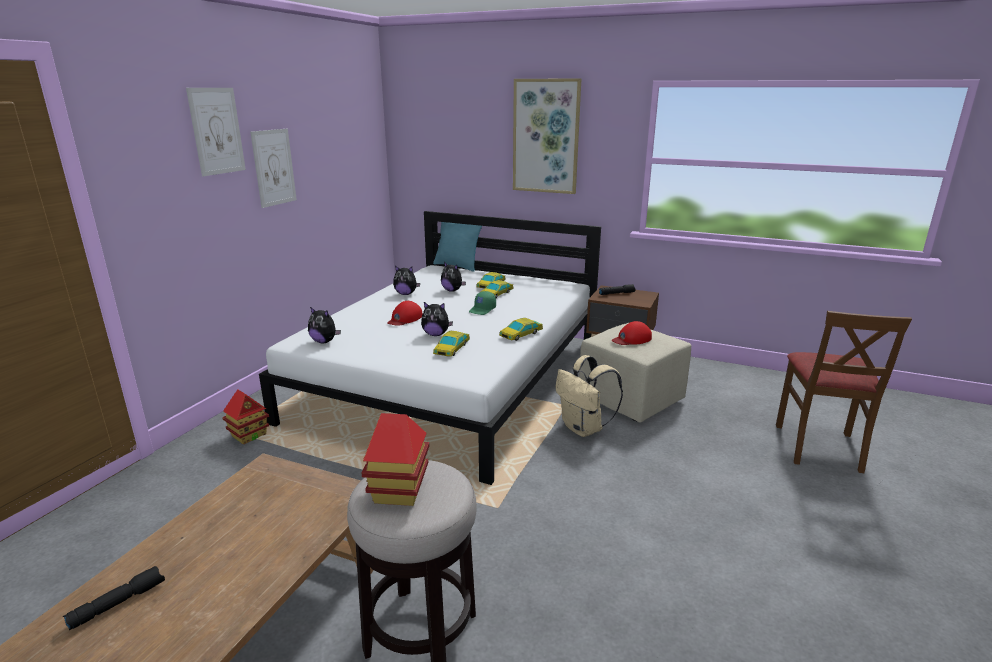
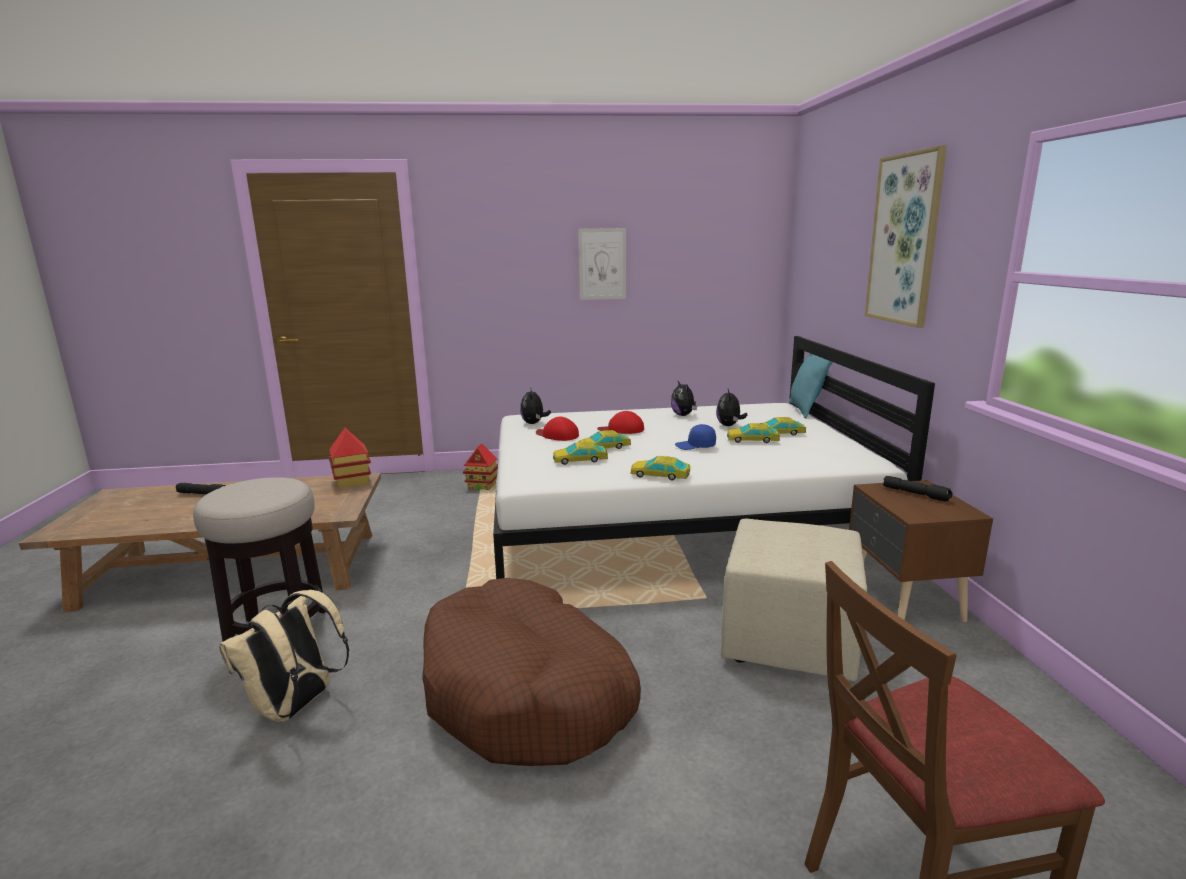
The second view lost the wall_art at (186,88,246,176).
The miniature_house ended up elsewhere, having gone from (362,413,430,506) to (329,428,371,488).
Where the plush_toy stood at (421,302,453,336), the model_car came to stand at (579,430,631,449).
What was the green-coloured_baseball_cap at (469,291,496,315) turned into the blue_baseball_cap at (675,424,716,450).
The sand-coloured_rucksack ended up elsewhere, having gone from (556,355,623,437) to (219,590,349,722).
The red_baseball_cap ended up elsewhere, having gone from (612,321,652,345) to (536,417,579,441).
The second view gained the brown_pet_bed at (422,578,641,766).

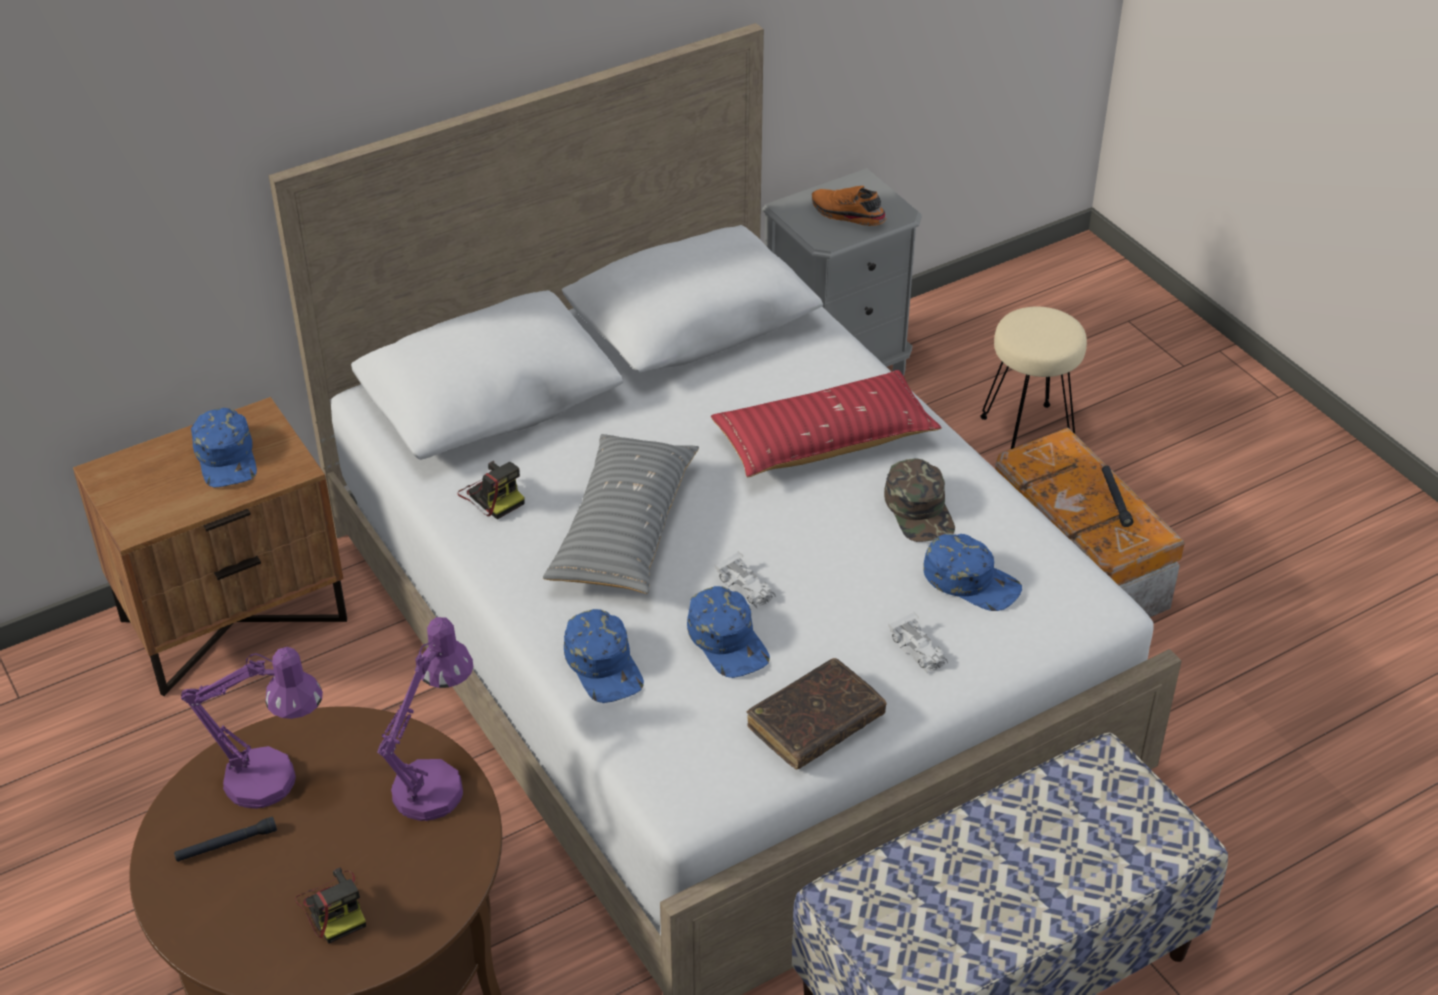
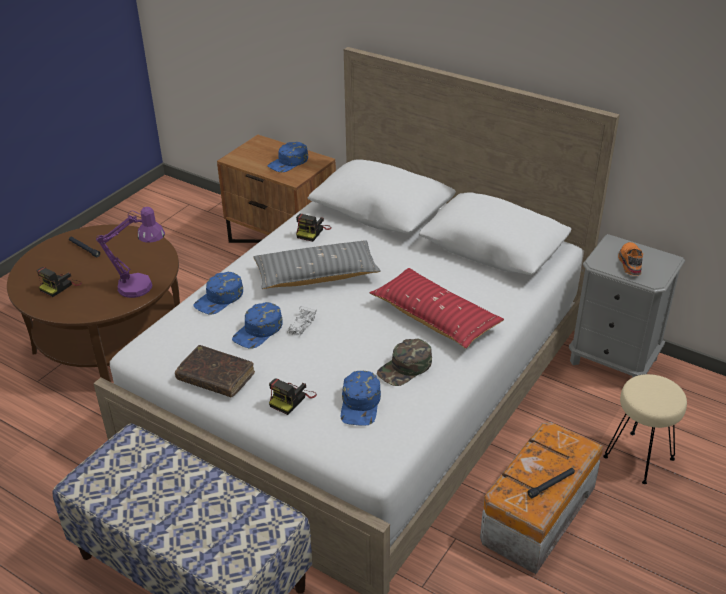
The second view lost the purple_table_lamp at (181,647,323,809).
Where the white-coloured_model_car stood at (888,612,948,673), the photo_camera came to stand at (269,378,317,415).

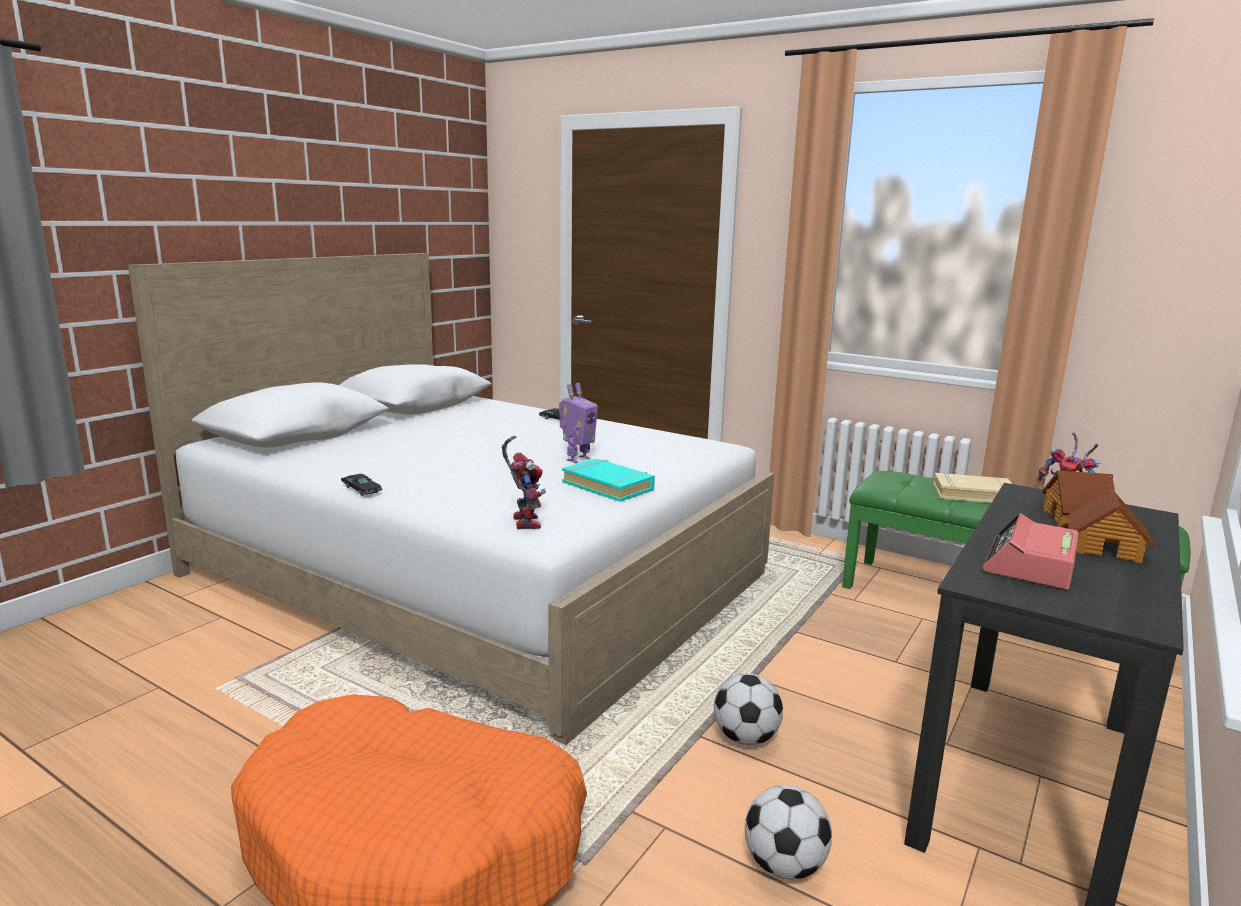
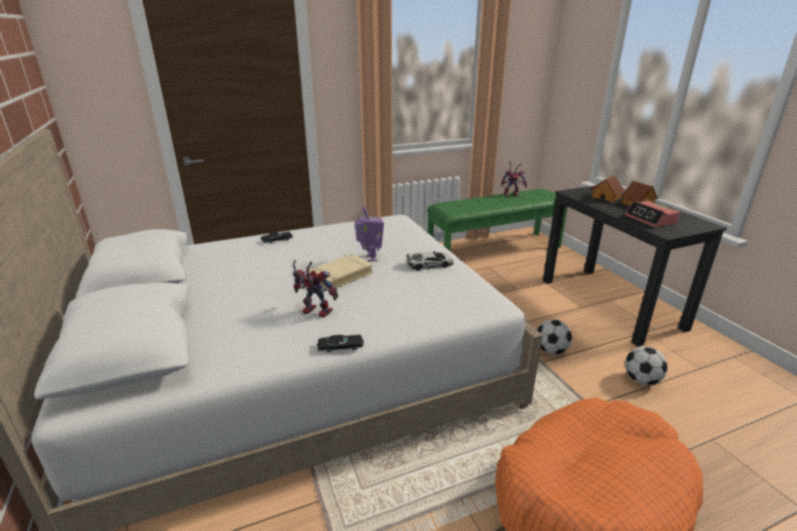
The toy_robot ended up elsewhere, having gone from (502,435,546,529) to (292,260,338,318).
Where the turquoise-coloured_bound_book stood at (562,458,655,502), the model_car came to stand at (406,251,454,270).
The sand-coloured_bound_book ended up elsewhere, having gone from (933,472,1012,503) to (308,254,373,290).

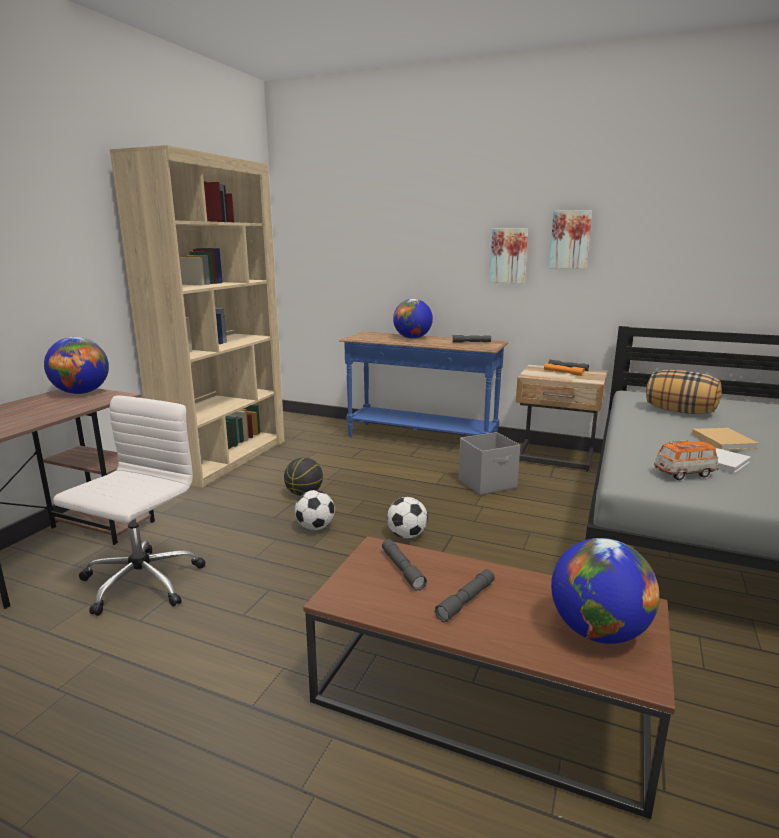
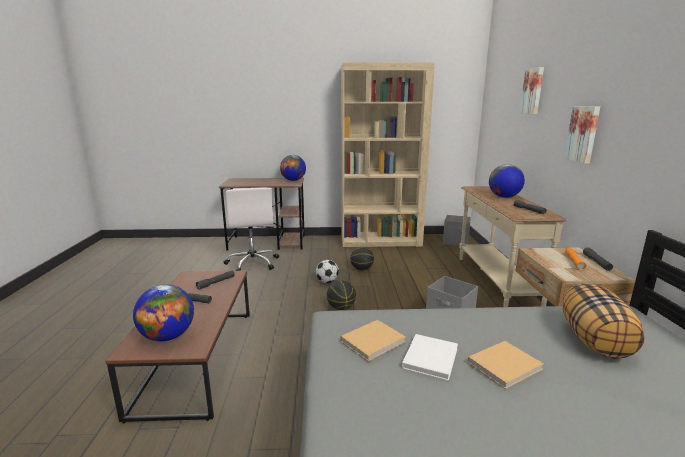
The white-coloured_office_chair at (53,396,205,616) ended up facing another way, 75 degrees clockwise from before.
What was the blue_narrow_table at (339,332,508,437) turned into the sand-coloured_narrow_table at (459,186,566,307).
Where the ball_for_football stood at (387,497,428,538), the ball_for_basketball came to stand at (327,280,356,310).
The wall_art ended up elsewhere, having gone from (549,210,592,269) to (520,67,544,114).
Where the model_car stood at (654,440,719,480), the sand-coloured_bound_book came to stand at (341,320,406,362).
The second view gained the grey_storage_bin at (443,215,471,246).

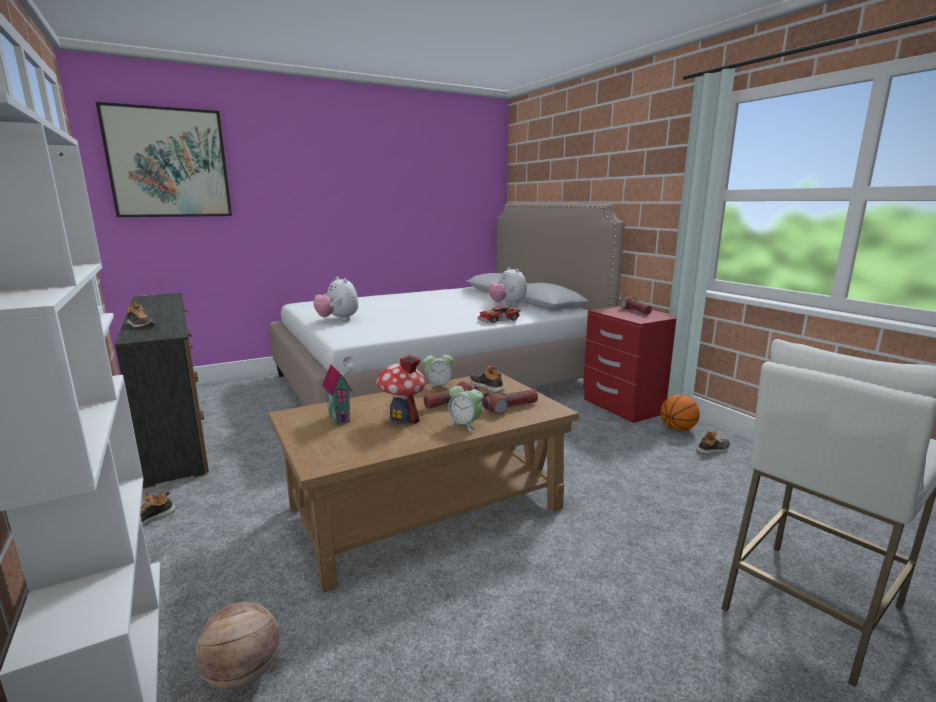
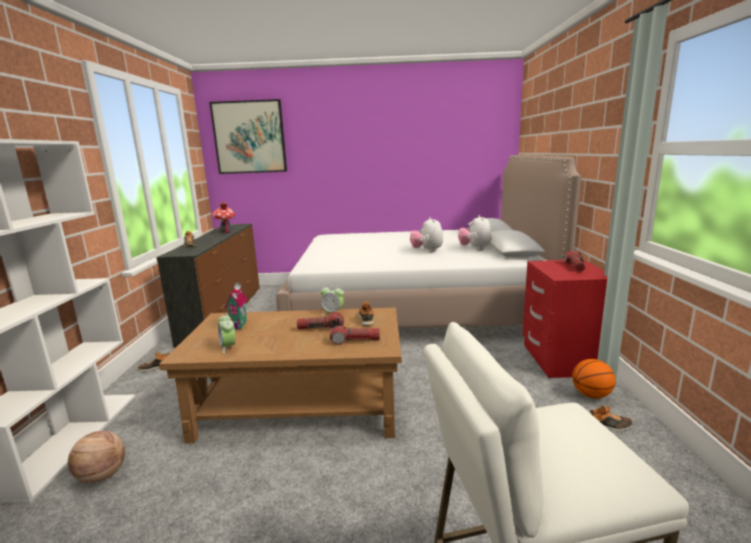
The plush_toy ended up elsewhere, having gone from (314,277,359,321) to (410,217,443,252).
The miniature_house ended up elsewhere, having gone from (376,355,426,424) to (212,203,235,233).
The bedside_clock ended up elsewhere, having gone from (448,381,483,432) to (218,313,235,354).
The second view lost the model_car at (478,306,521,323).

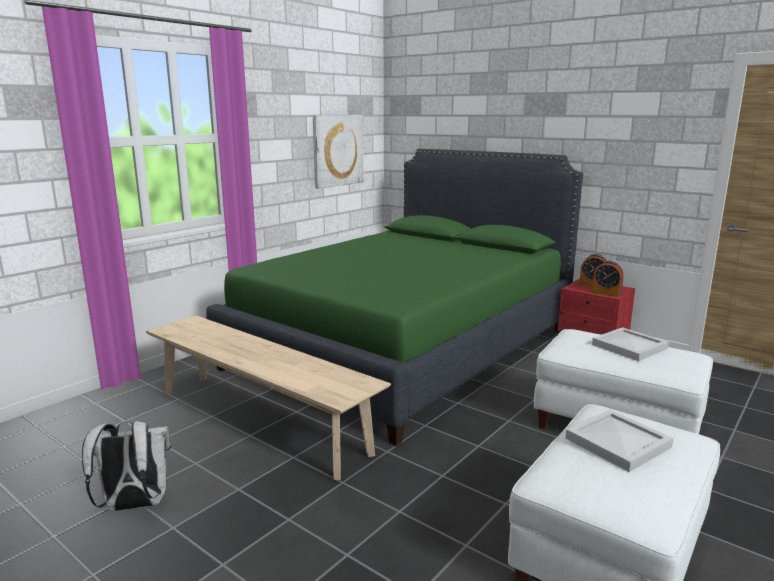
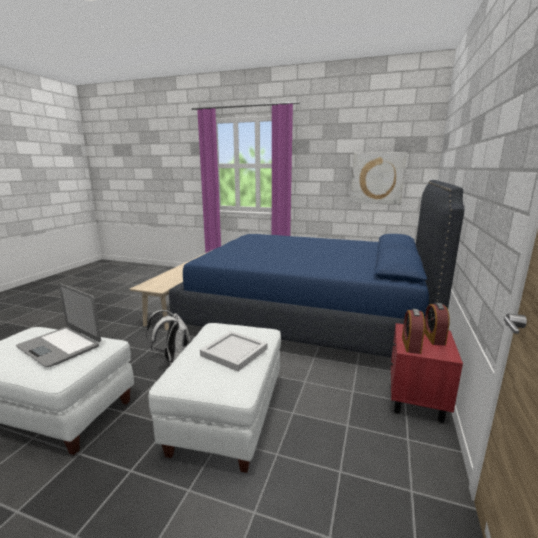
The white-coloured_rucksack ended up elsewhere, having gone from (82,421,171,511) to (146,310,190,365).
What was the green-coloured_sleeping_bed at (206,149,583,446) turned into the blue_sleeping_bed at (169,180,465,358).
Where the white-coloured_tray stood at (566,409,674,472), the portable_computer came to stand at (16,284,101,367).

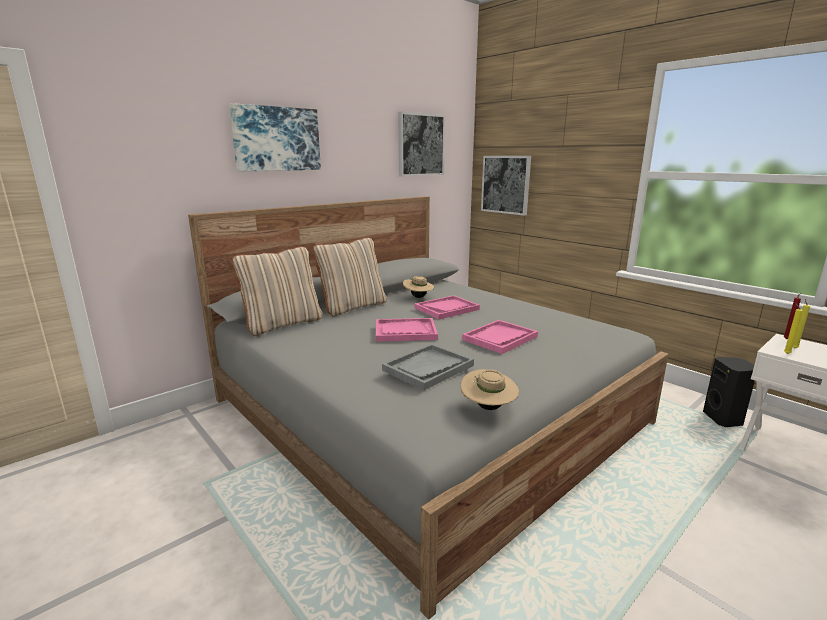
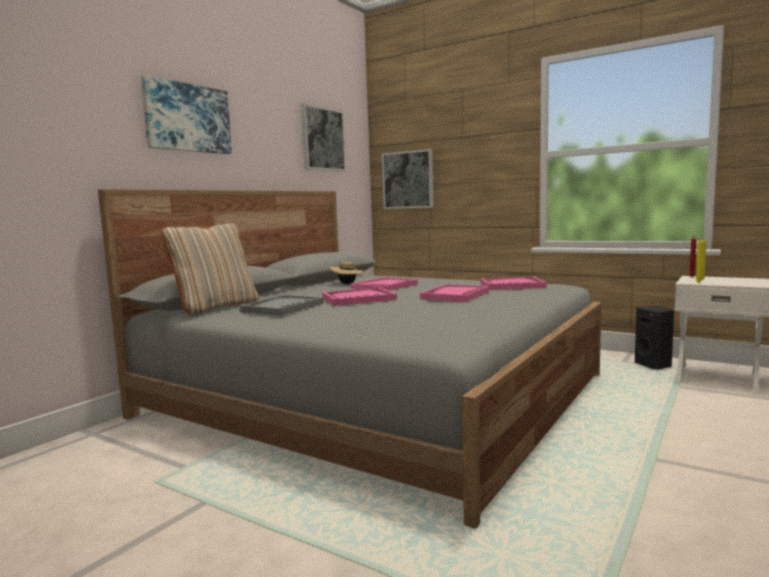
The second view lost the sand-coloured_cushion at (313,237,387,317).
The grey_tray ended up elsewhere, having gone from (382,344,474,390) to (239,295,324,316).
The second view lost the sand-coloured_clothing_hat at (460,369,519,410).
The second view gained the pink_tray at (481,277,547,290).

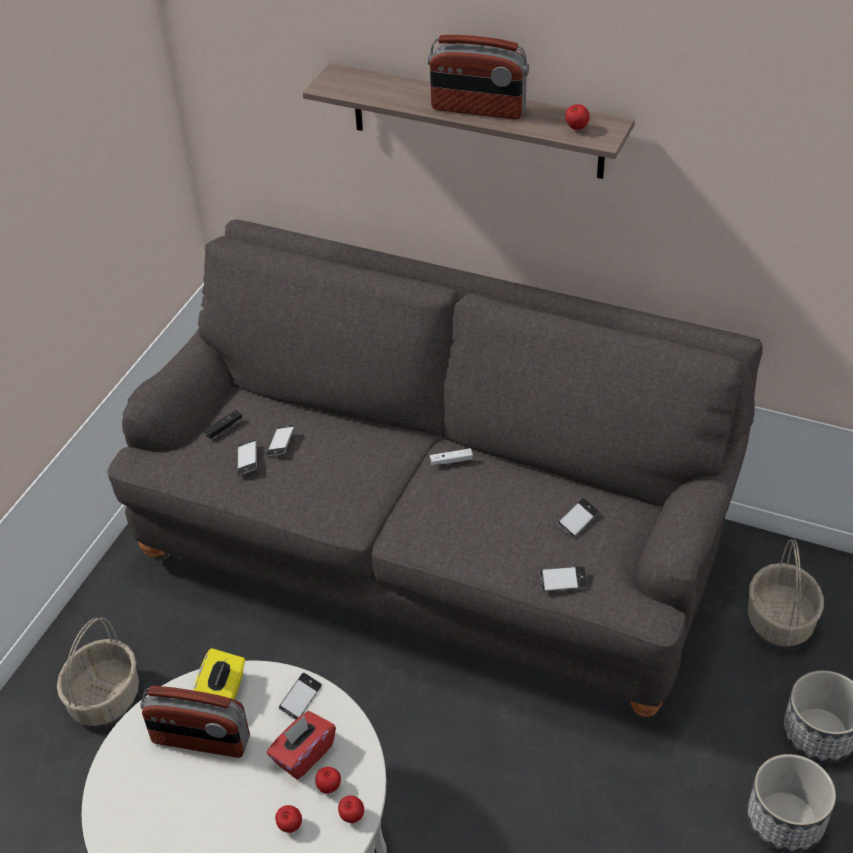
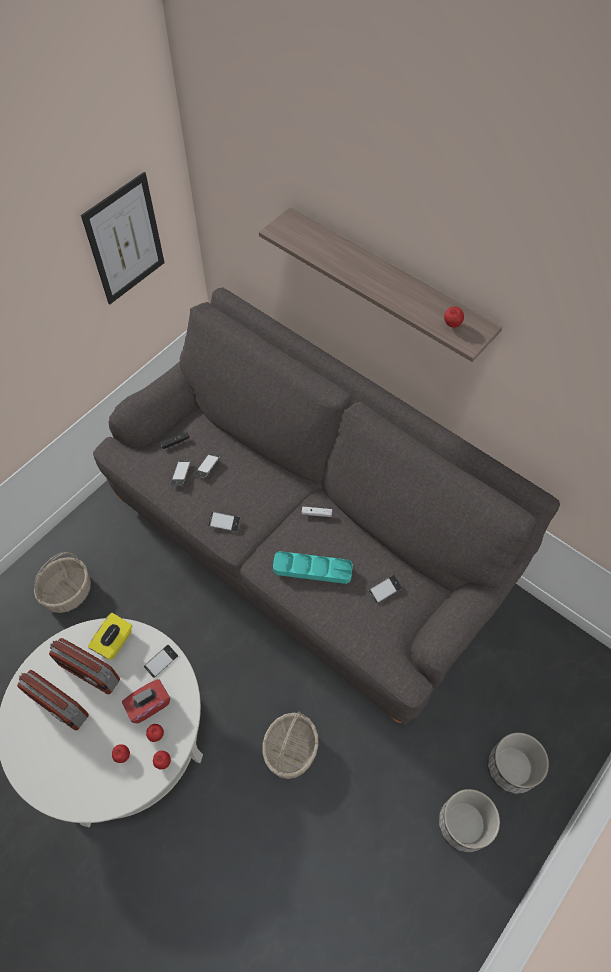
The radio ended up elsewhere, having gone from (428,35,529,119) to (17,670,89,730).
The phone ended up elsewhere, having gone from (539,566,588,591) to (208,512,241,532).
The basket ended up elsewhere, having gone from (748,539,824,647) to (262,712,319,779).
The second view gained the wall_art at (81,172,165,304).
The second view gained the turquoise-coloured_tray at (273,551,353,584).

